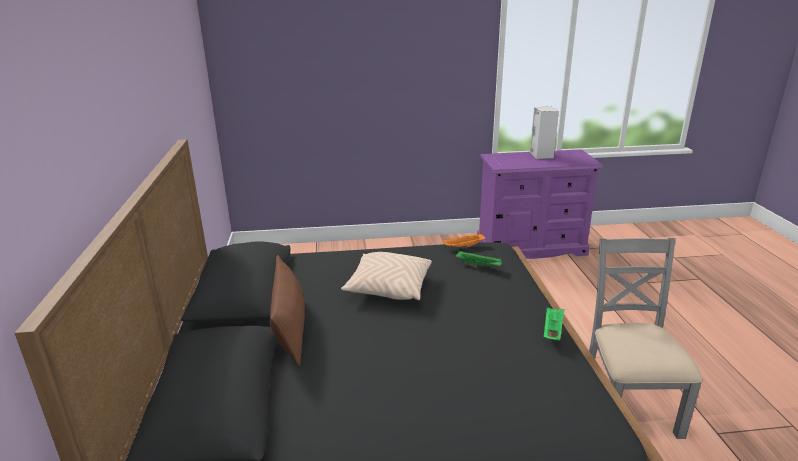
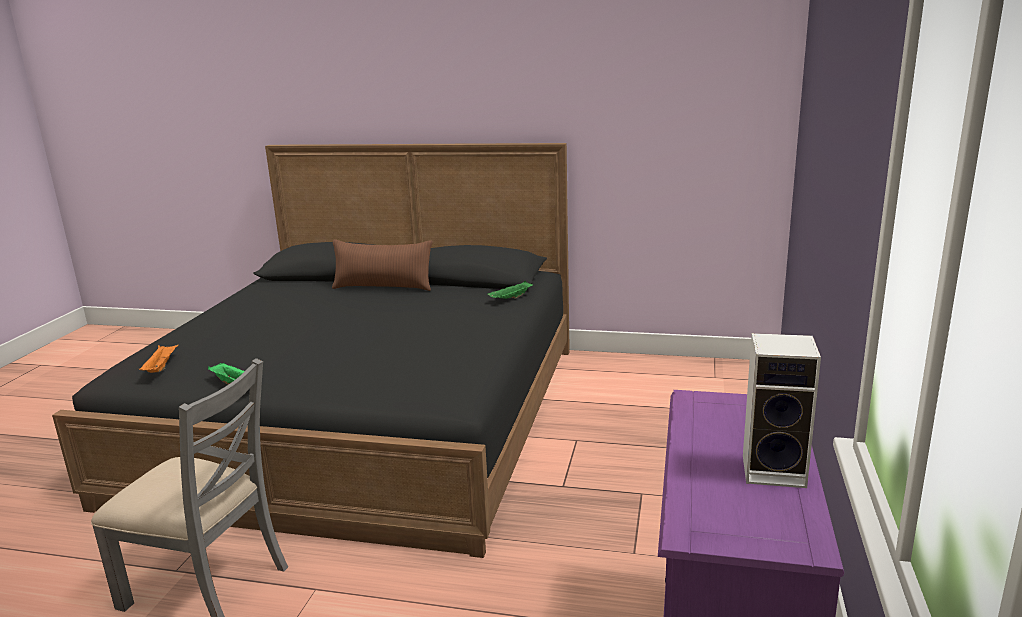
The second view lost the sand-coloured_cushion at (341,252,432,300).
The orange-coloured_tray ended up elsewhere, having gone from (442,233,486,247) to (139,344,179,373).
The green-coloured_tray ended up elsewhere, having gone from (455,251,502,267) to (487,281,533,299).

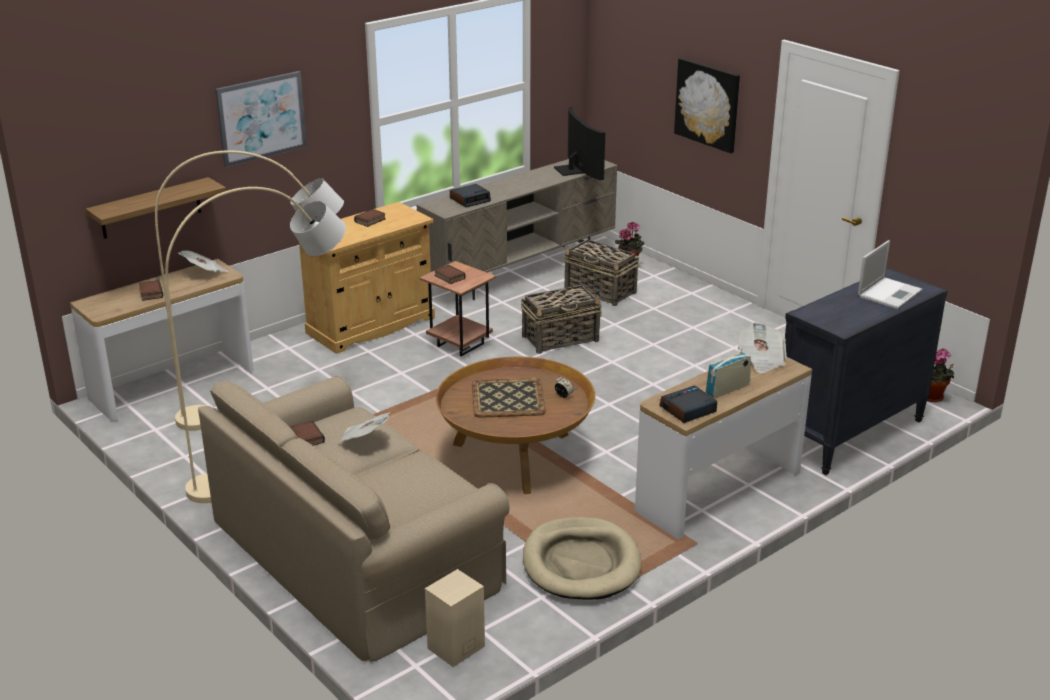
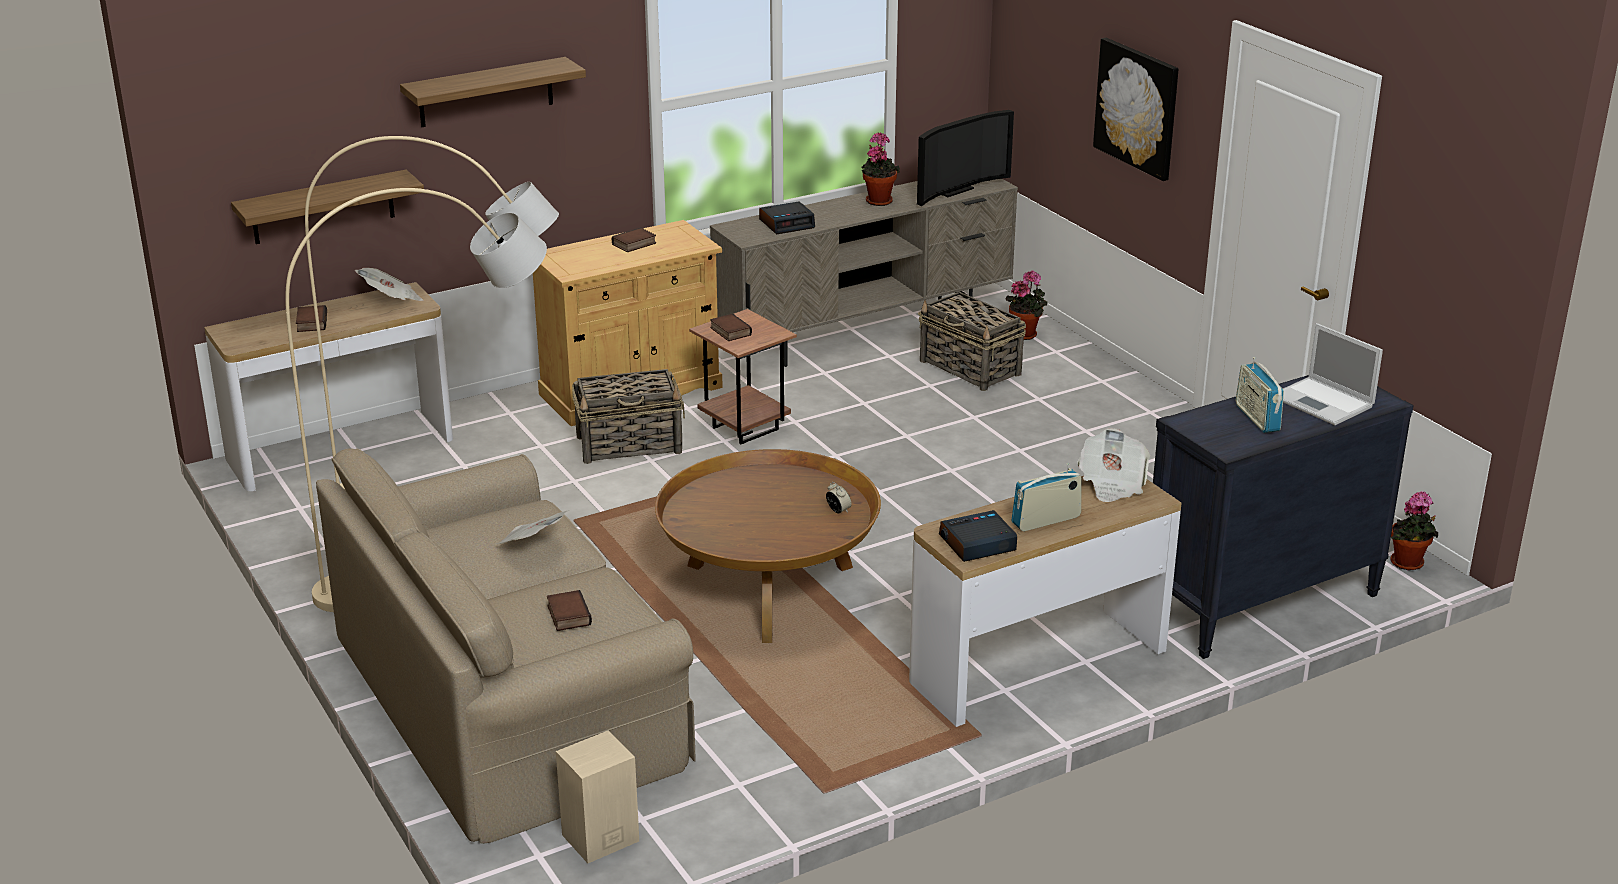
Where the wall_art hung at (215,71,307,167), the wall_shelf came to hang at (400,57,586,127).
The bound_book ended up elsewhere, having gone from (290,420,325,446) to (547,590,592,631).
The second view lost the tray at (472,378,546,418).
The basket ended up elsewhere, having gone from (521,285,602,354) to (572,369,685,464).
The second view lost the sand-coloured_pet_bed at (523,517,642,600).
The TV_set at (554,107,605,180) ended up facing another way, 60 degrees clockwise from before.
The portable_computer at (858,240,922,309) ended up facing another way, 90 degrees clockwise from before.
The second view gained the houseplant at (861,133,900,206).
The second view gained the radio at (1235,357,1284,433).

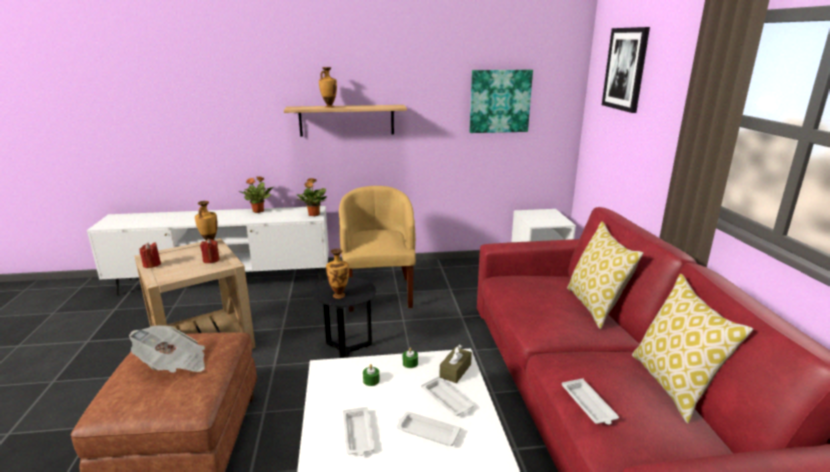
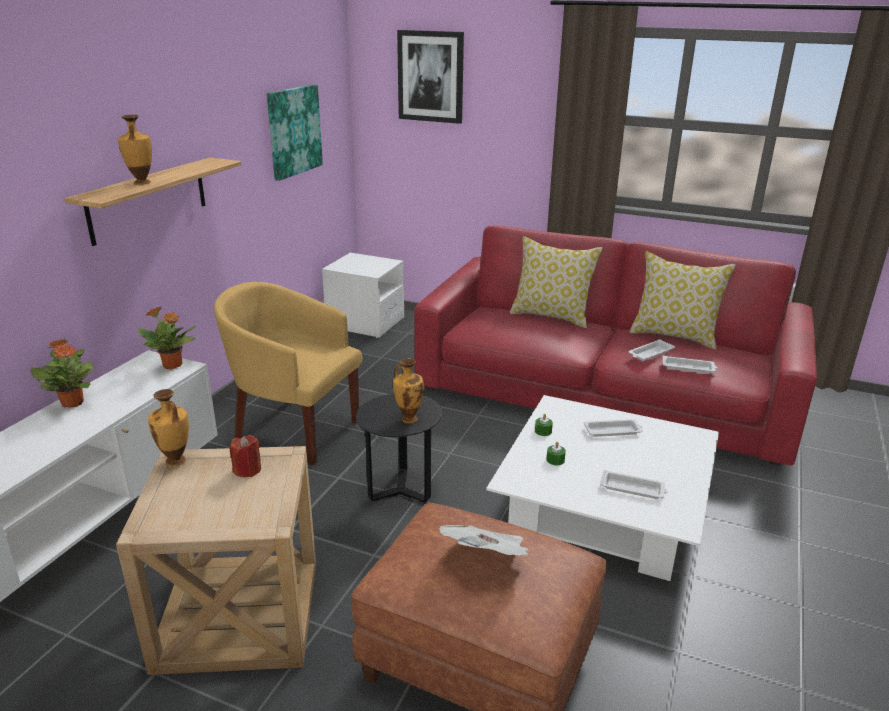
The second view lost the red_candle at (139,242,161,268).
The white-coloured_tray ended up elsewhere, having gone from (397,411,461,446) to (628,339,675,361).
The second view lost the brown_box_of_tissues at (439,345,472,383).

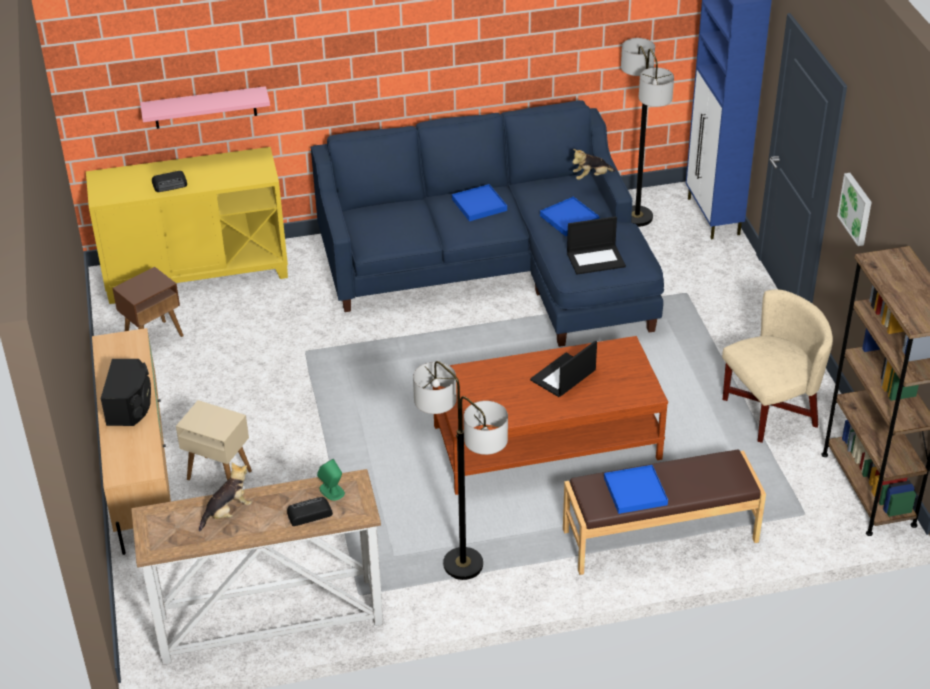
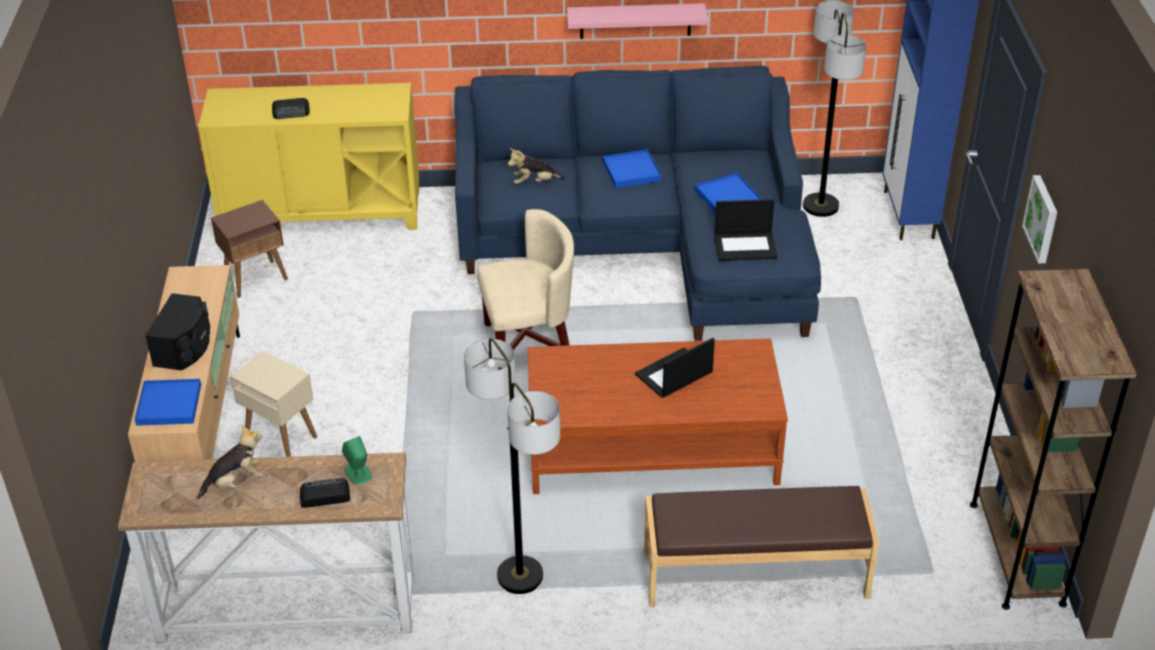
The pink_wall_shelf ended up elsewhere, having gone from (140,86,270,129) to (567,3,708,39).
The plush_toy ended up elsewhere, having gone from (572,149,616,180) to (508,148,565,184).
The blue_tray ended up elsewhere, having gone from (604,465,668,514) to (135,379,201,426).
The sand-coloured_easy_chair ended up elsewhere, having gone from (722,289,833,443) to (477,209,574,370).

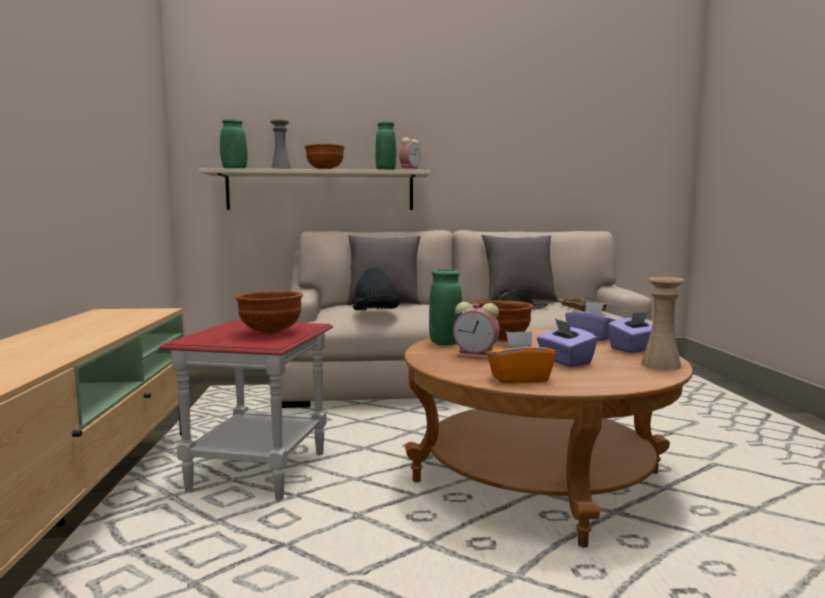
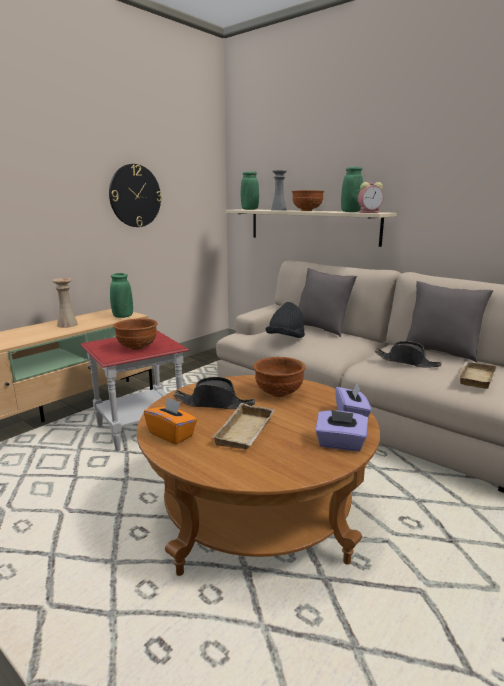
The green-coloured_decorative_vase ended up elsewhere, having gone from (429,269,462,345) to (110,273,133,318).
Where the bedside_clock stood at (453,302,500,359), the blackish_clothing_hat came to stand at (174,377,255,409).
Where the purple_box_of_tissues stood at (537,319,598,367), the sand-coloured_tray came to stand at (212,403,275,449).
The sand-coloured_decorative_vase ended up elsewhere, having gone from (641,277,685,370) to (52,278,78,328).
The second view gained the hanging_clock at (109,164,162,227).

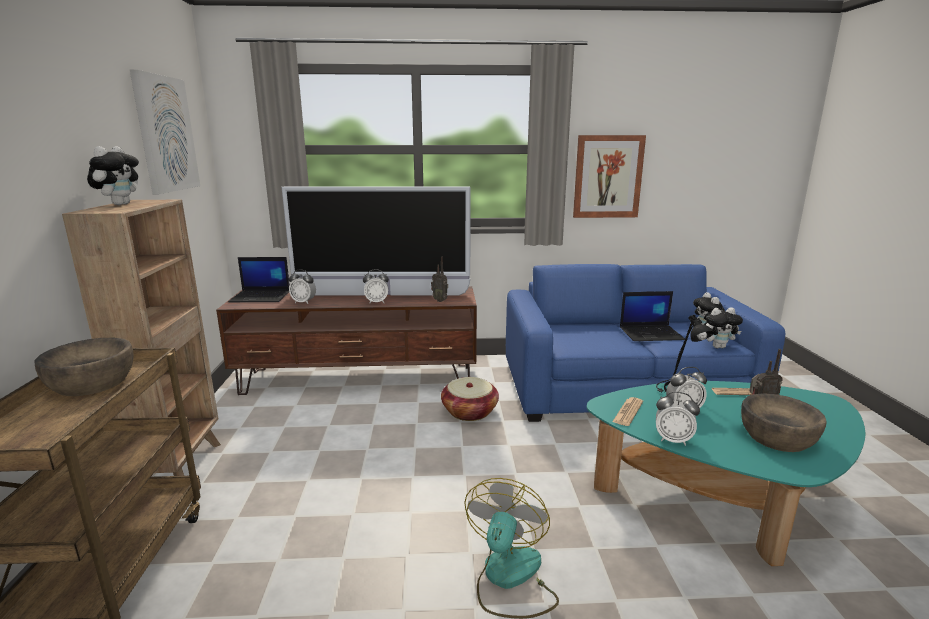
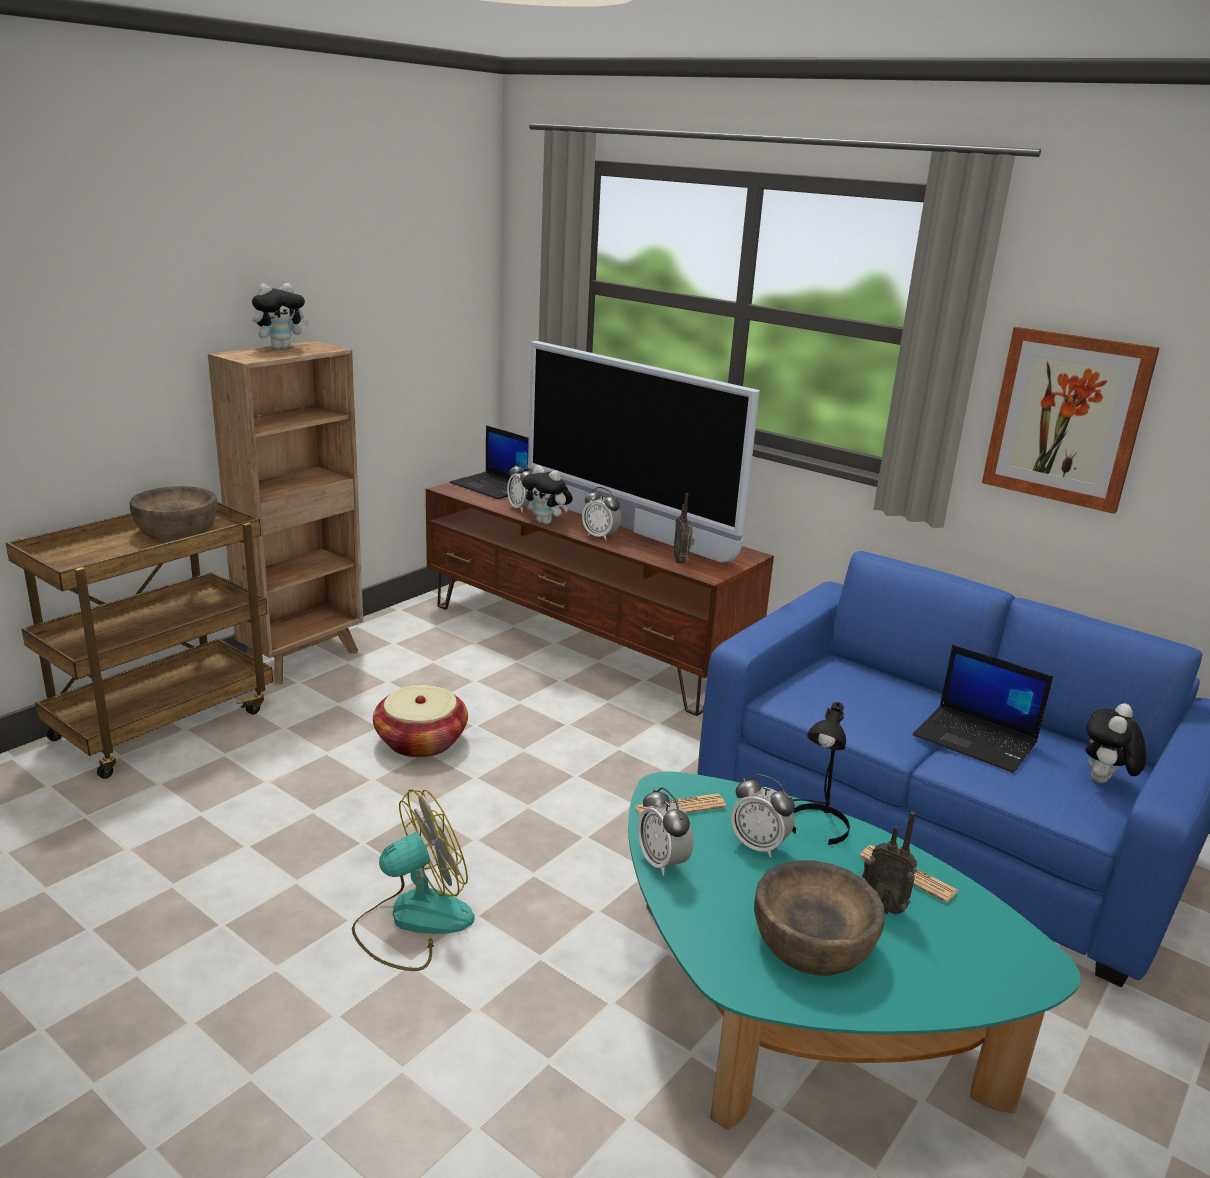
The second view lost the wall_art at (130,69,200,194).
The basket ended up elsewhere, having gone from (441,377,499,421) to (373,685,468,758).
The plush_toy ended up elsewhere, having gone from (704,307,743,348) to (522,465,573,524).

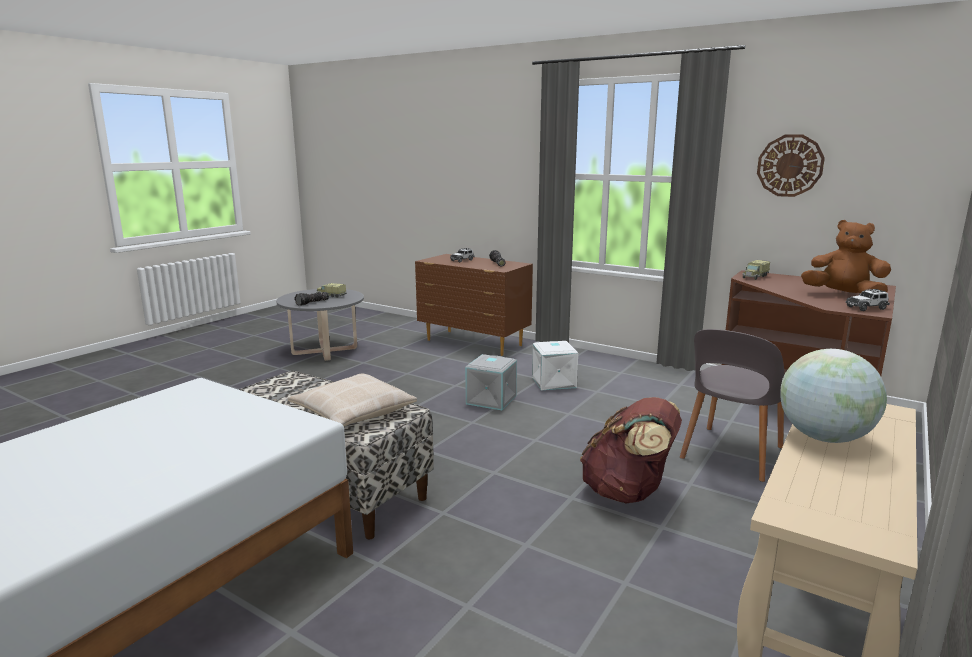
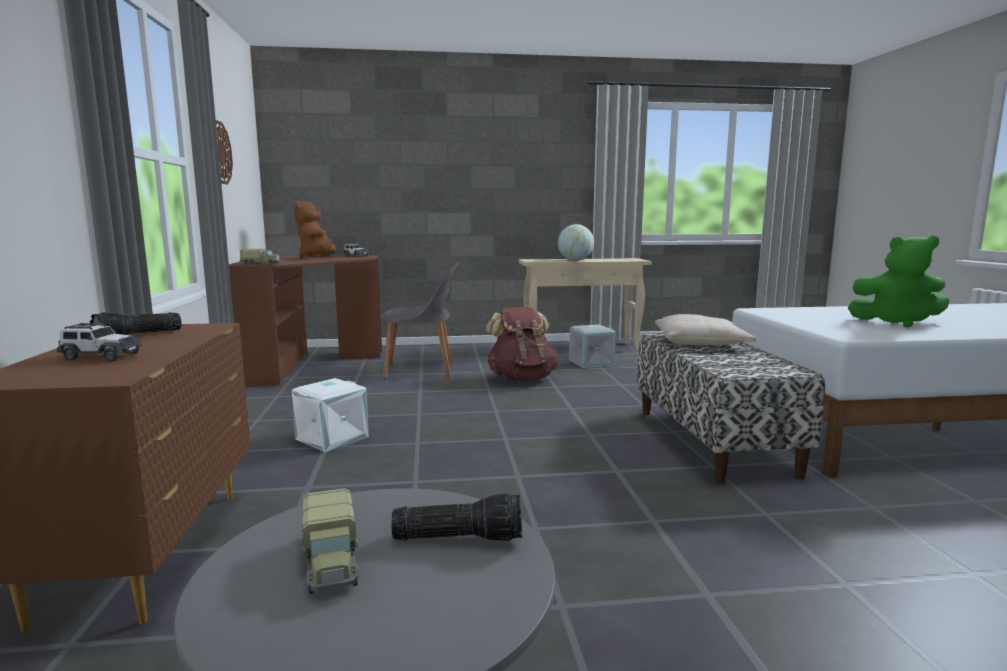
The grey_storage_bin ended up elsewhere, having gone from (465,354,517,410) to (569,324,616,368).
The second view gained the green-coloured_plush_toy at (848,236,950,327).

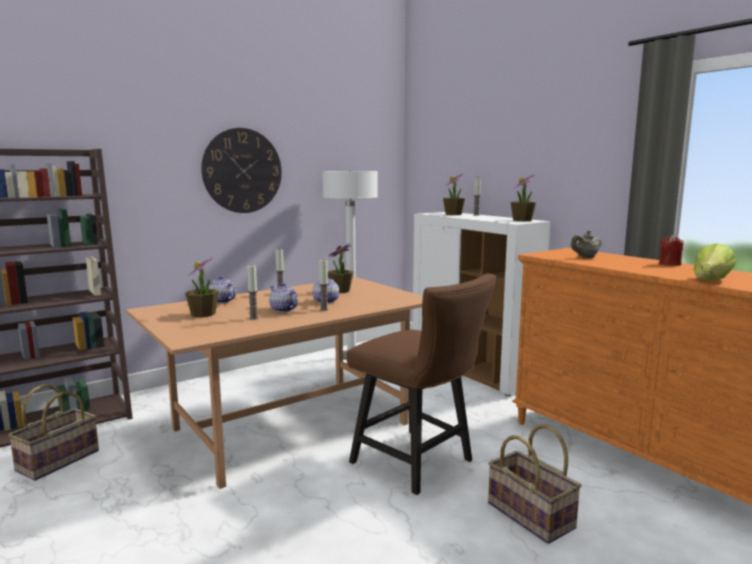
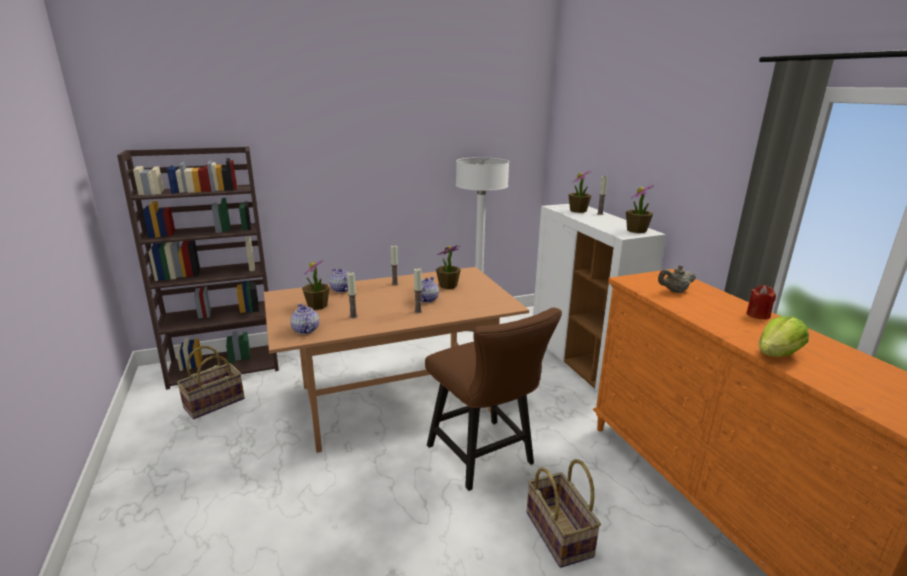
The second view lost the hanging_clock at (201,128,282,213).
The teapot ended up elsewhere, having gone from (269,283,298,312) to (291,304,319,334).

